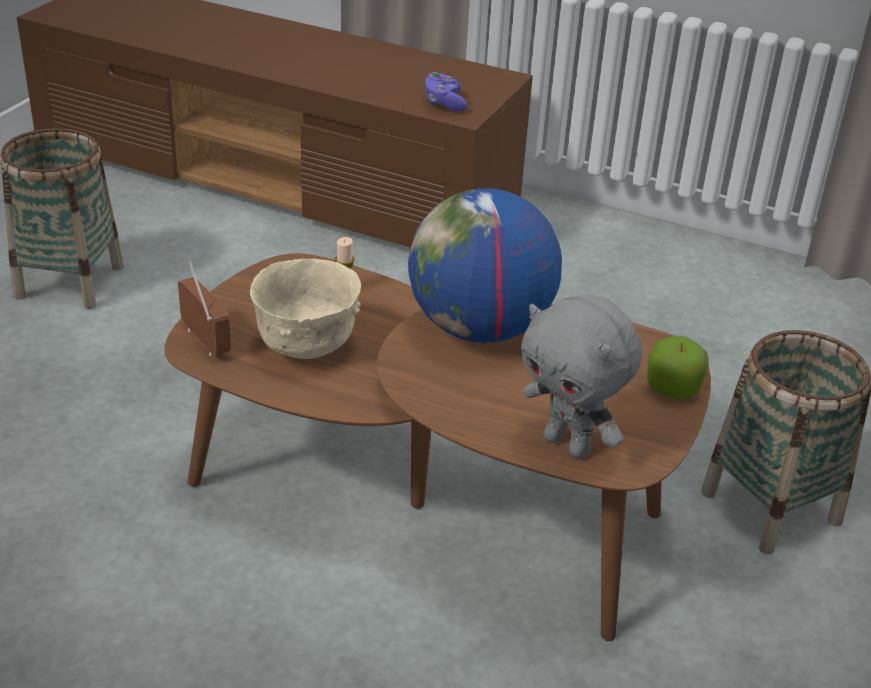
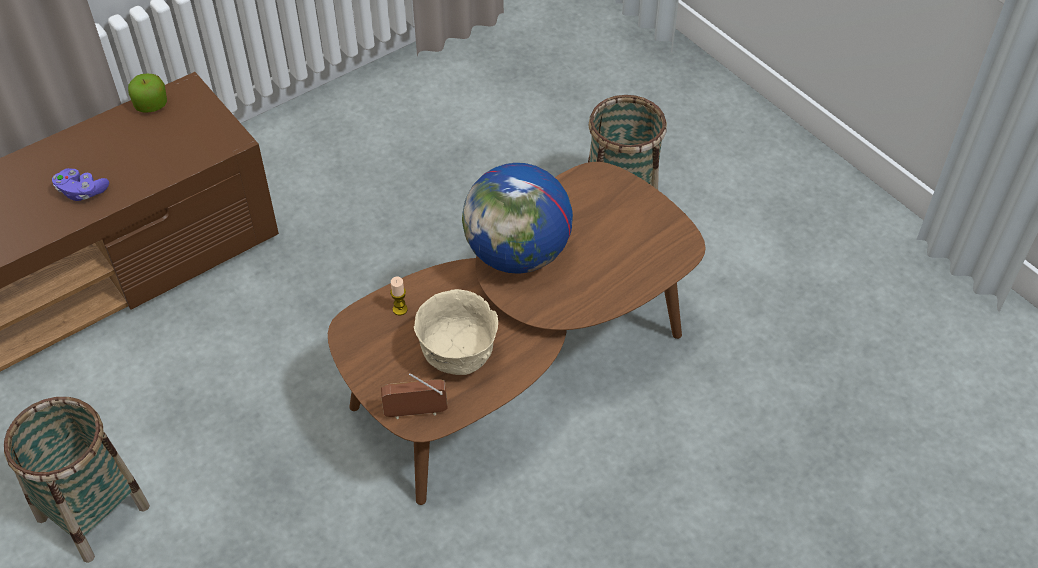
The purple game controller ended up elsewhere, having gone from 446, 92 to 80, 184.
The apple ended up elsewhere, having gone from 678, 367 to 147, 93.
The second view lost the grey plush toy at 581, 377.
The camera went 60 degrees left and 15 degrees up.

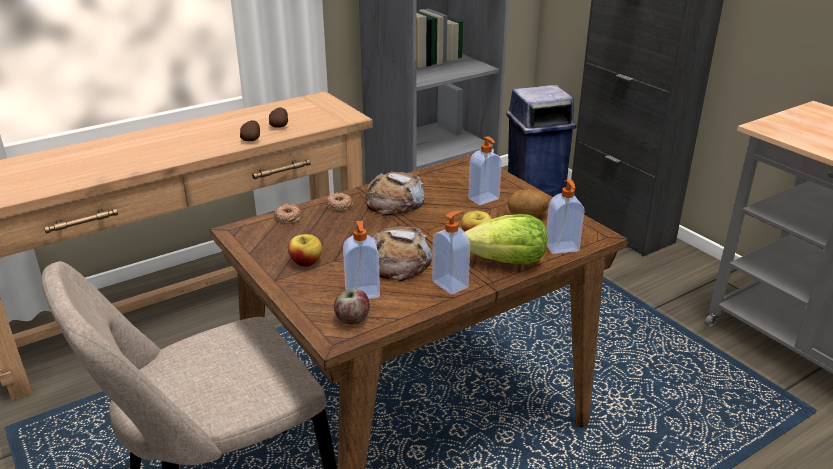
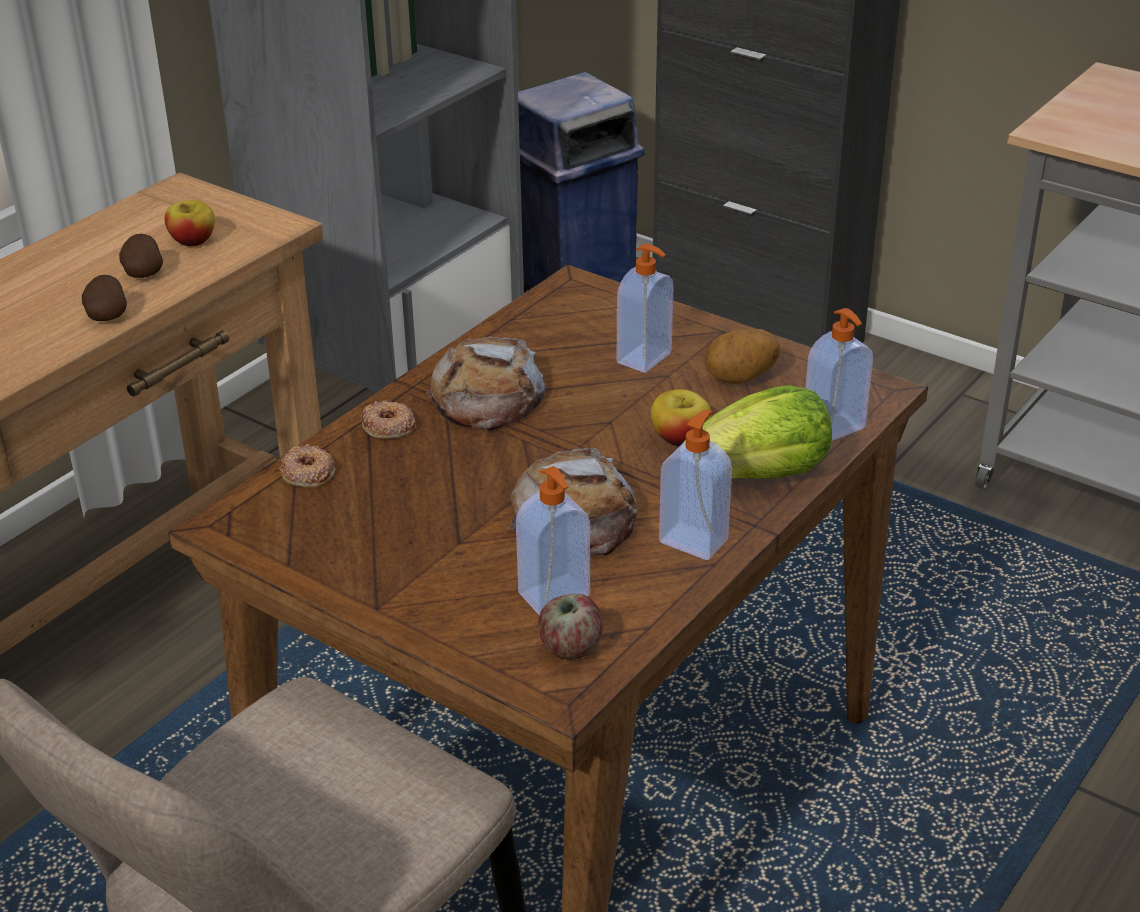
The apple ended up elsewhere, having gone from 305, 250 to 189, 223.
The camera went 20 degrees left and 5 degrees up.

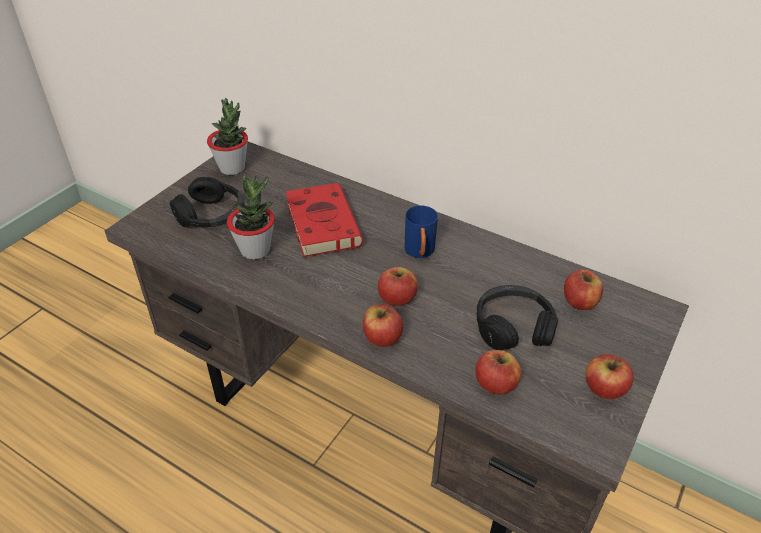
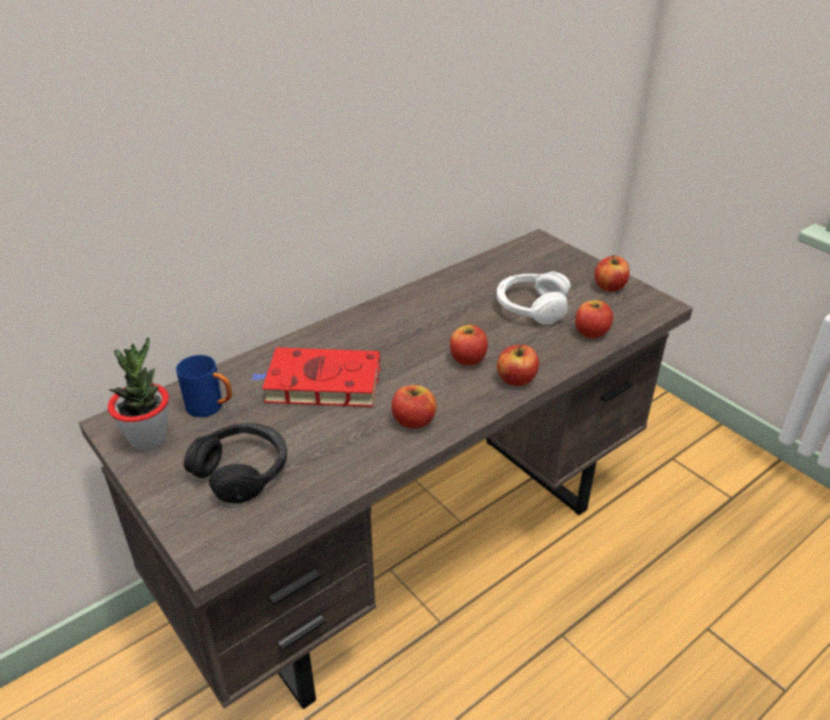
The blue mug ended up elsewhere, having gone from 421, 232 to 204, 386.
The apple ended up elsewhere, having gone from 583, 289 to 413, 407.
What was the black headphones at 517, 317 turned into the white headphones at 534, 297.
The second view lost the potted plant at 251, 217.
The camera went 70 degrees left and 5 degrees down.

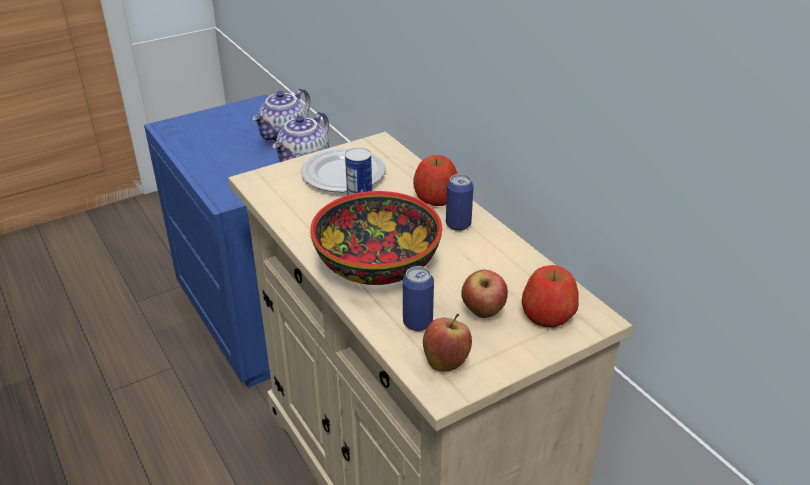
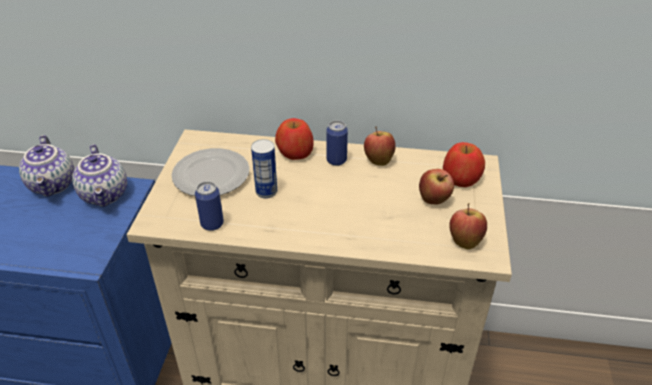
The can ended up elsewhere, having gone from 418, 298 to 209, 206.
The second view gained the apple at 380, 146.
The second view lost the bowl at 376, 238.
The camera went 50 degrees left and 5 degrees up.

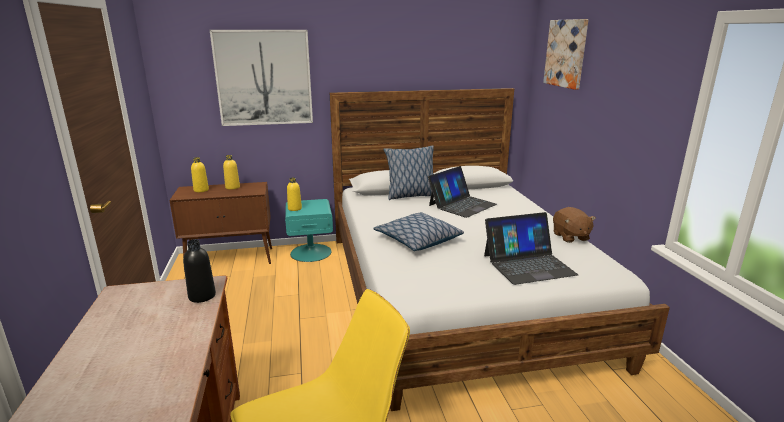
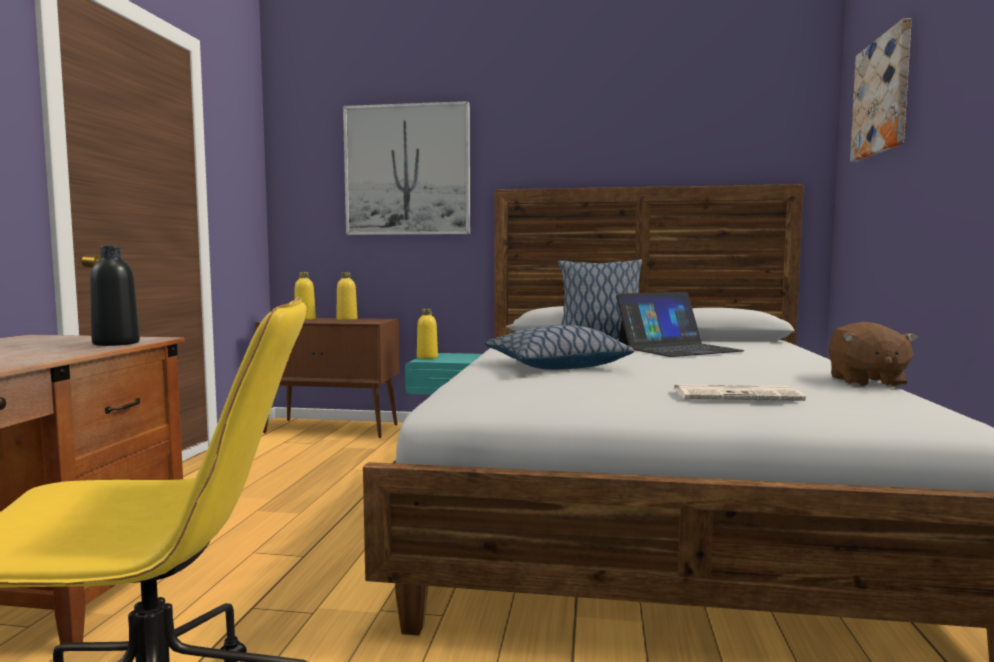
Where the laptop stood at 531, 248, the newspaper came to stand at 740, 392.
The camera went 20 degrees right and 15 degrees down.

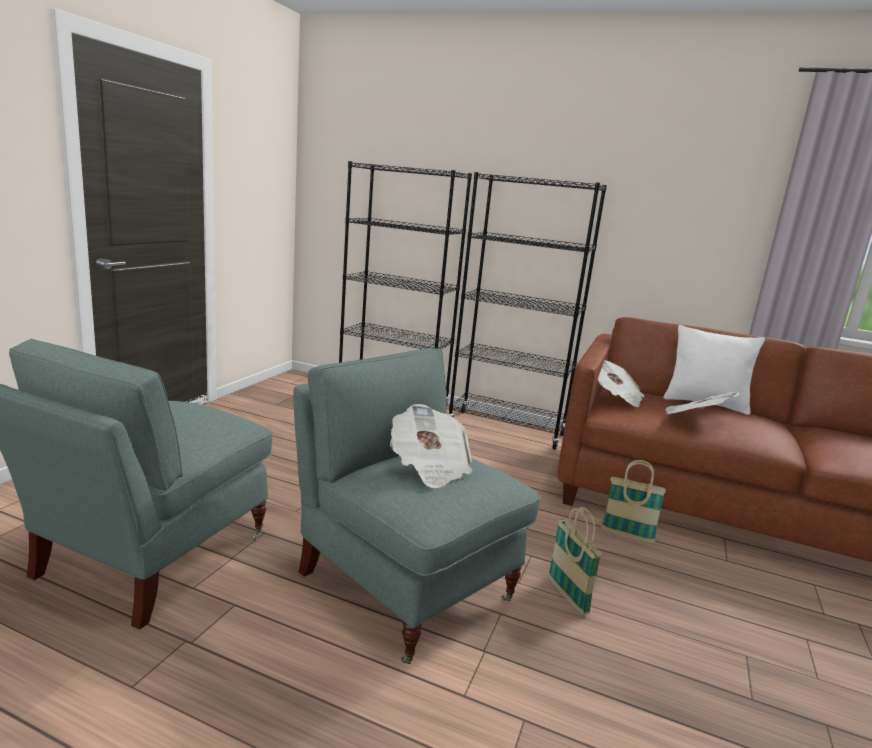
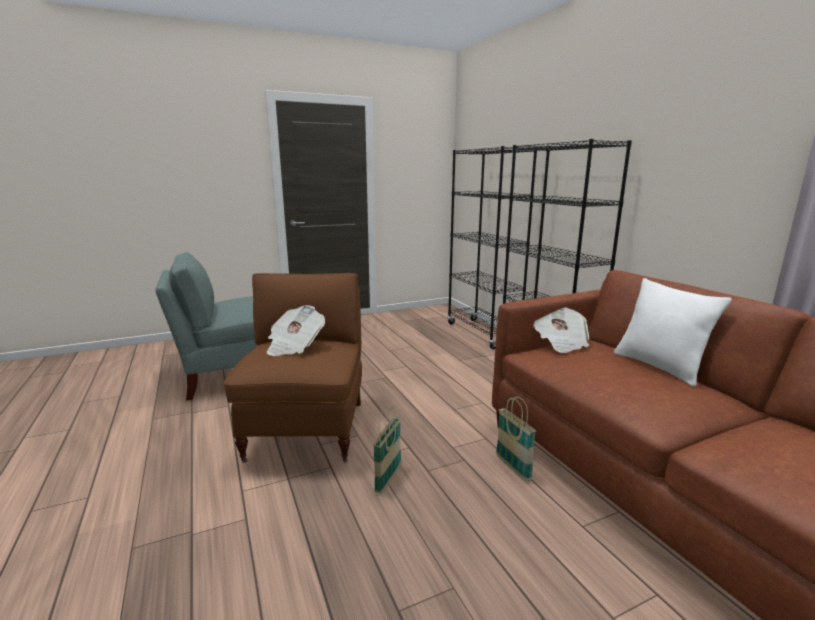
What was the grey armchair at 417, 506 turned into the brown armchair at 293, 368.
The second view lost the newspaper at 702, 403.
The camera went 45 degrees right and 0 degrees up.

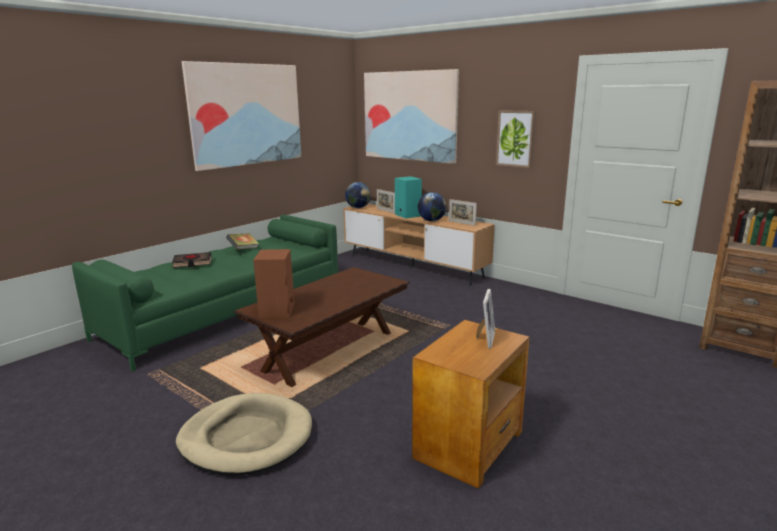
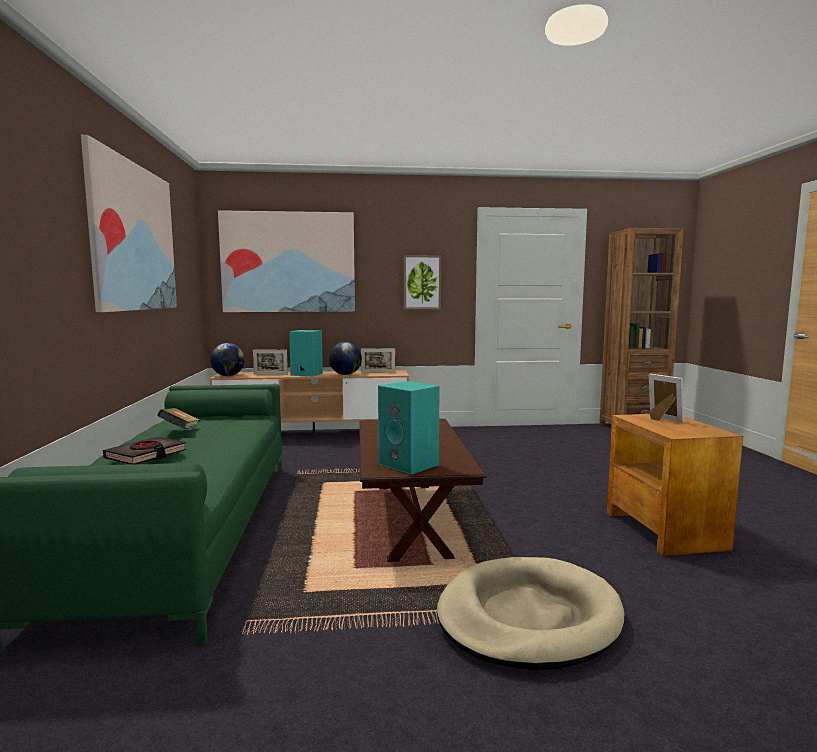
What was the brown speaker at 273, 283 turned into the turquoise speaker at 409, 428.
The camera went 45 degrees left and 10 degrees down.

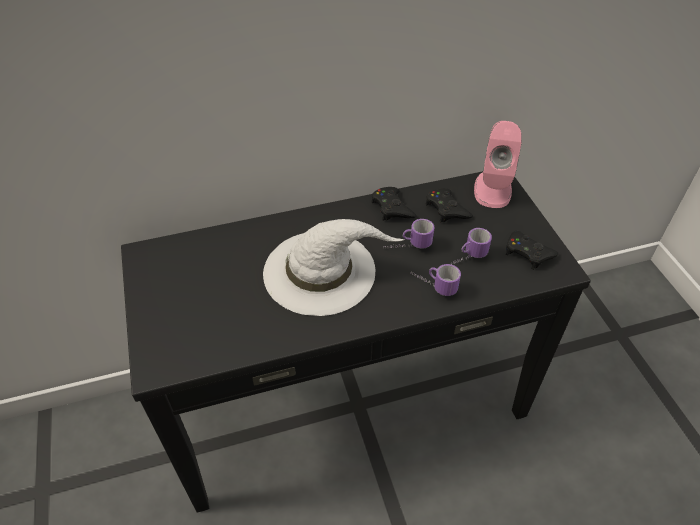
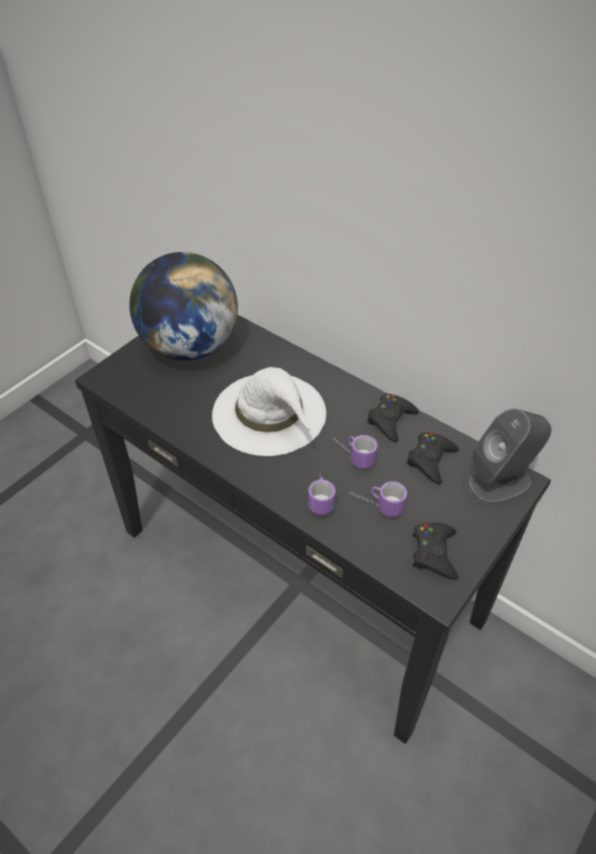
The second view gained the globe at 183, 306.
What was the pink speaker at 498, 164 turned into the grey speaker at 508, 457.
The camera went 55 degrees right and 0 degrees up.

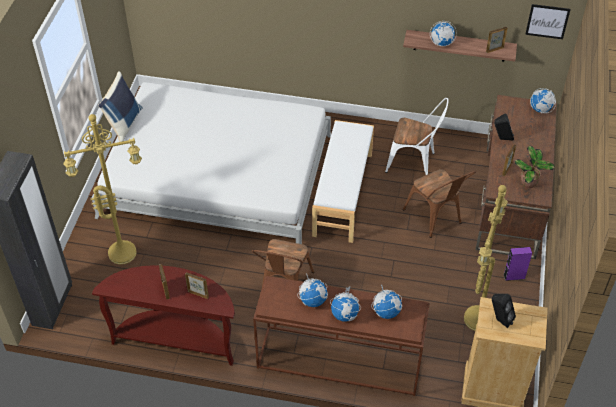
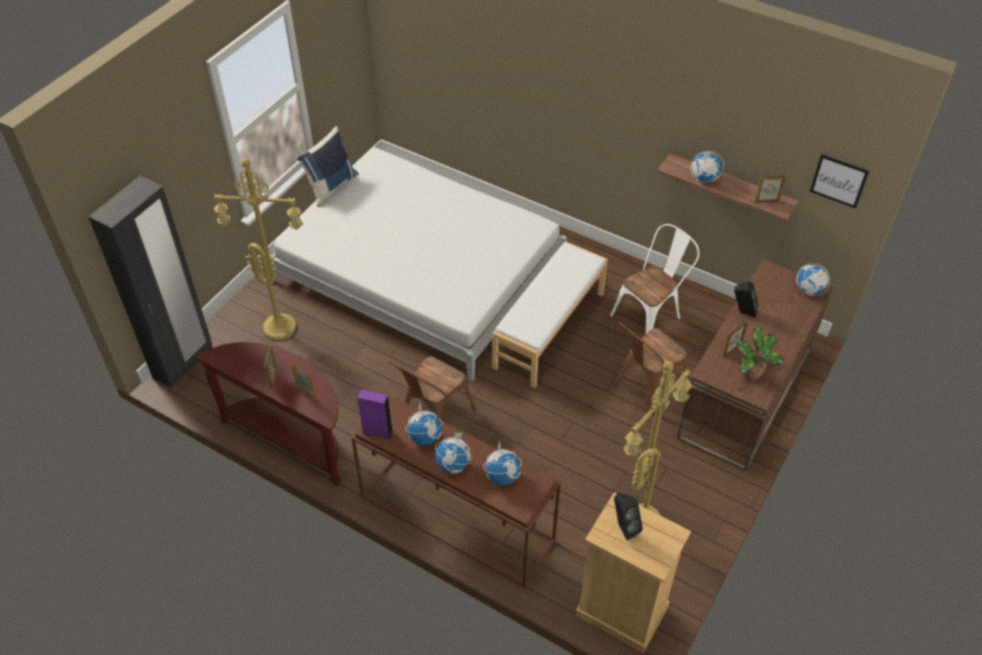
The purple speaker ended up elsewhere, having gone from 517, 264 to 375, 414.
The white chair at 417, 136 ended up facing another way, 75 degrees counterclockwise from before.
The brown chair at 439, 203 ended up facing another way, 60 degrees clockwise from before.
The camera went 20 degrees right and 0 degrees up.

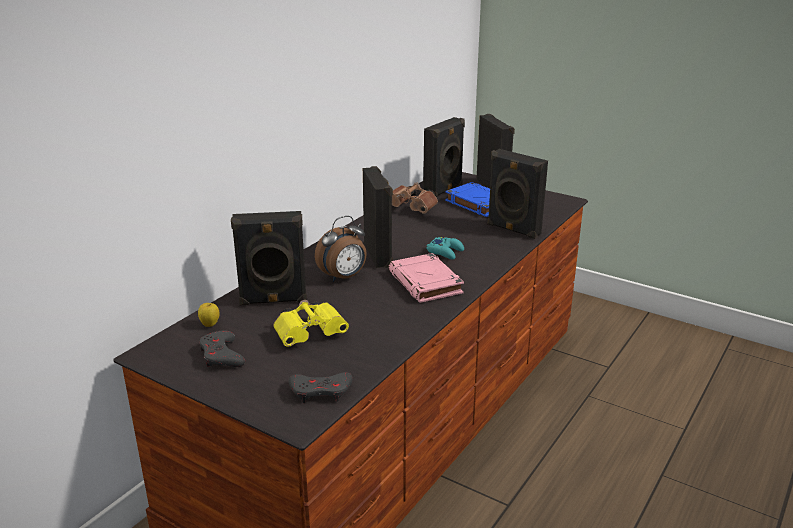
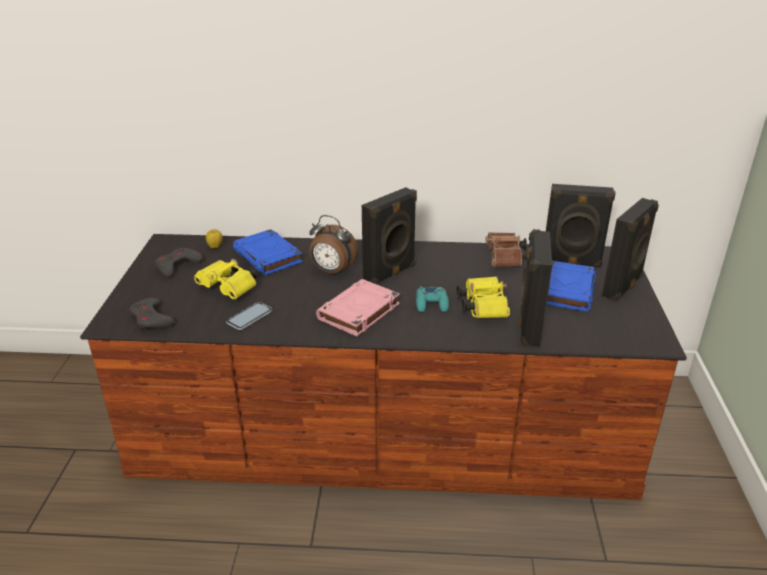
The second view gained the phone at 249, 316.
Where the black speaker stood at 269, 258, the blue book came to stand at 267, 252.
The second view gained the yellow binoculars at 483, 297.
The camera went 60 degrees right and 5 degrees up.

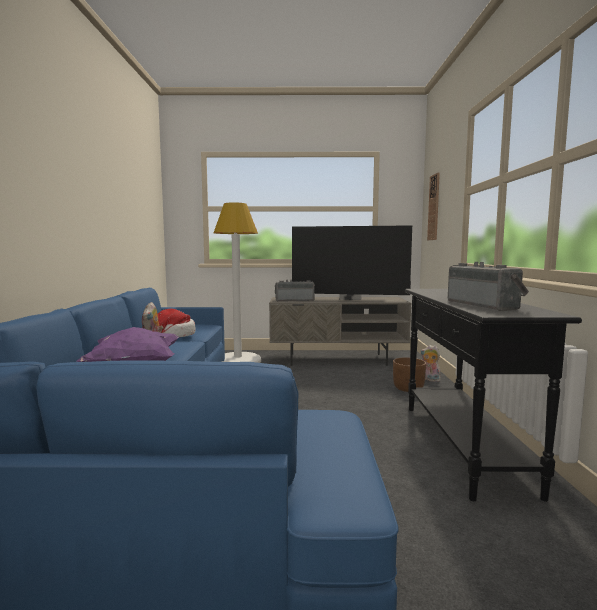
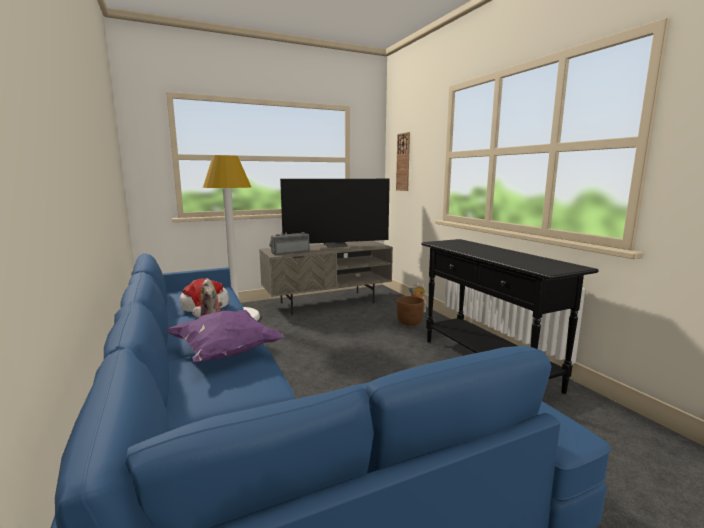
The second view lost the radio at 488, 286.
The camera went 25 degrees left and 5 degrees up.

